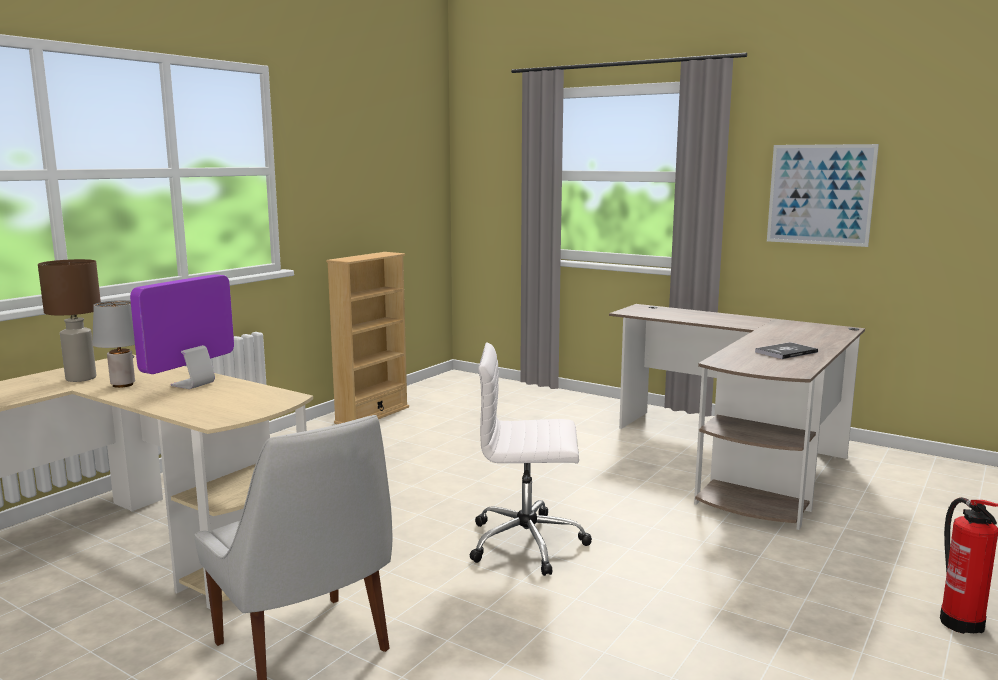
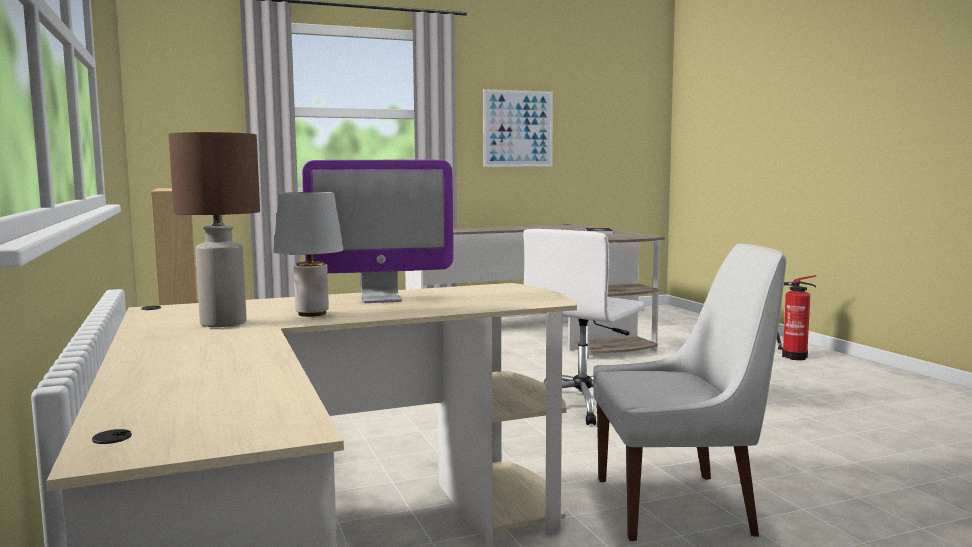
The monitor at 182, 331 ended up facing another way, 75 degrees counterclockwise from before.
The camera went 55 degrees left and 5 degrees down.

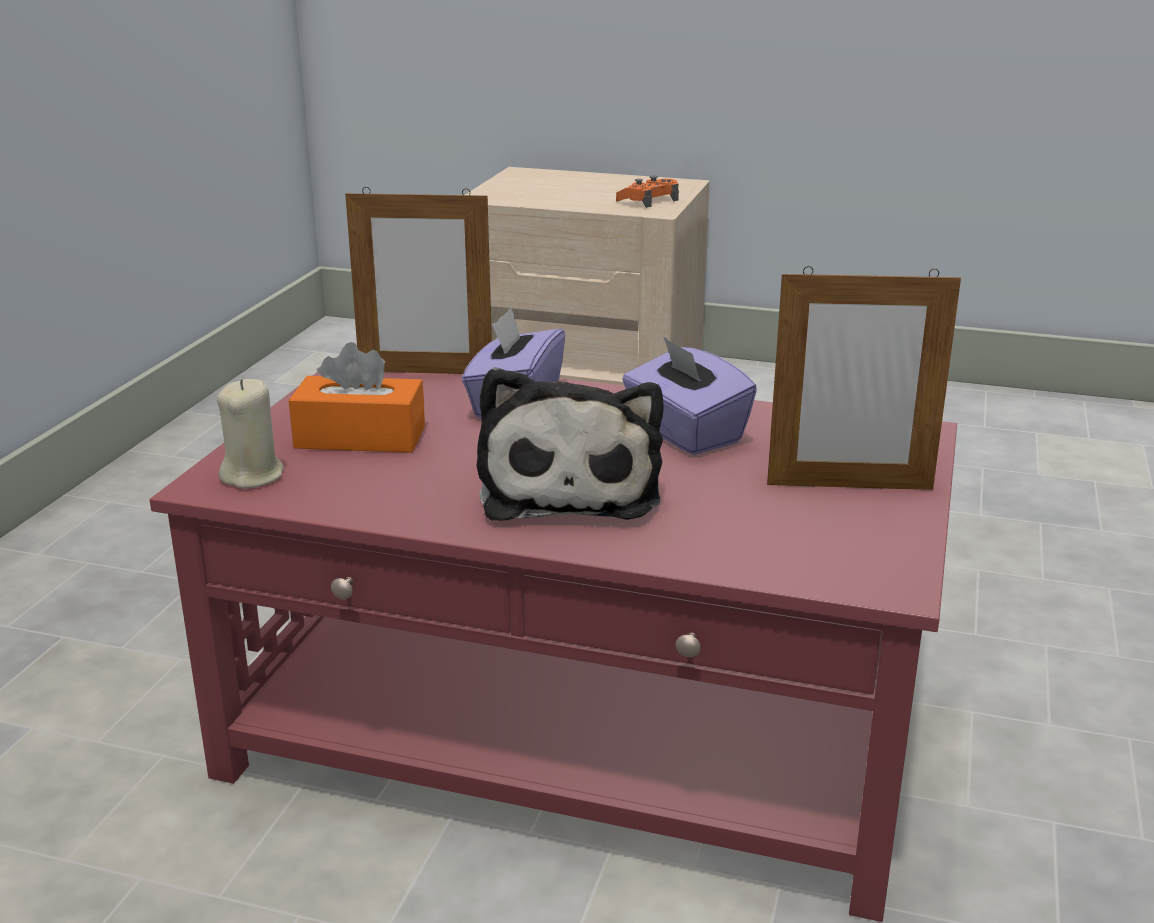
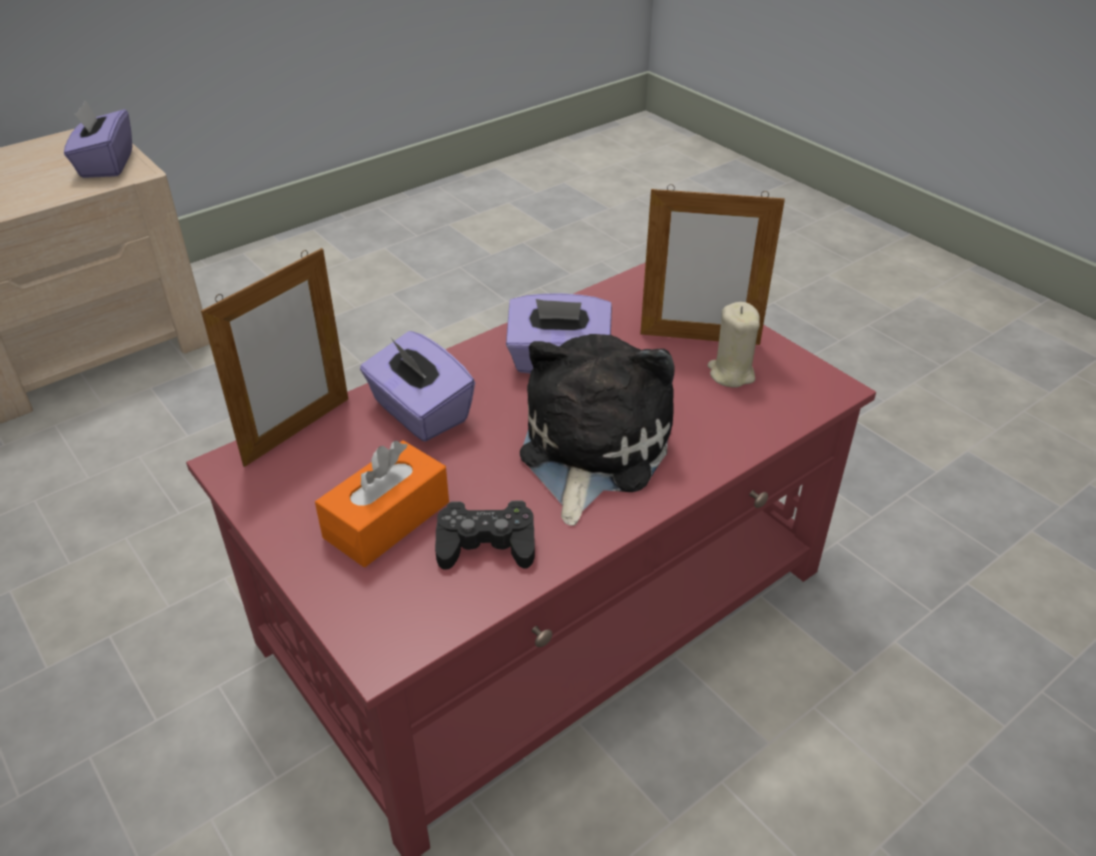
Where the orange game controller stood at 647, 192, the purple tissue box came to stand at 98, 139.
The second view gained the black game controller at 485, 535.
The plush toy at 570, 444 ended up facing another way, 105 degrees counterclockwise from before.
The picture frame at 864, 378 ended up facing another way, 60 degrees clockwise from before.
The beige candle ended up elsewhere, having gone from 250, 434 to 733, 345.
The camera went 55 degrees left and 15 degrees up.

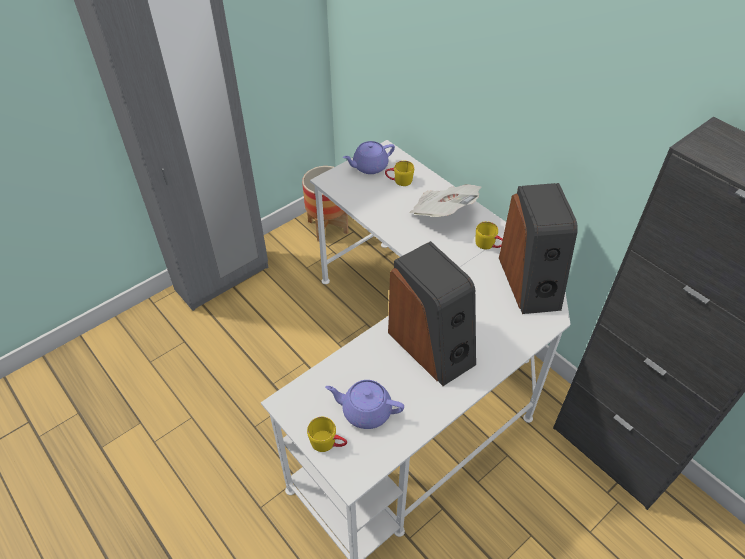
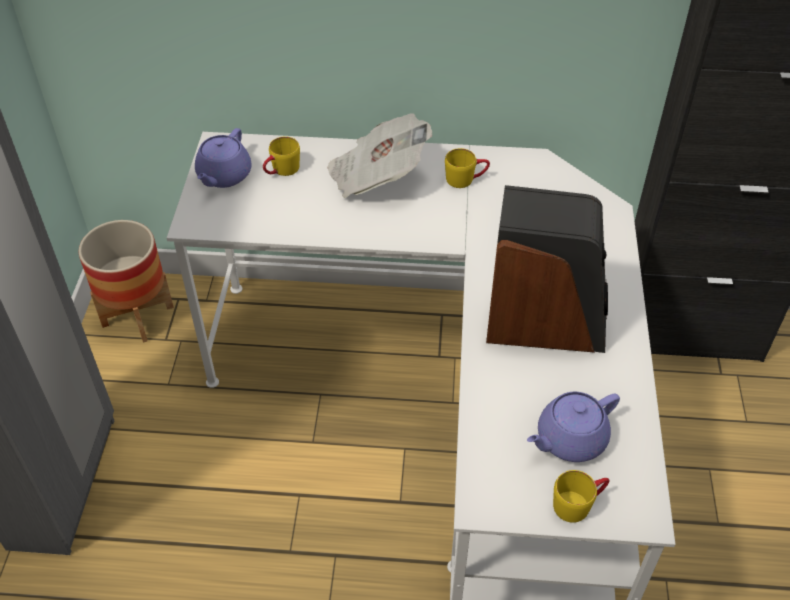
The second view lost the speaker at 538, 248.
The camera went 45 degrees left and 0 degrees up.

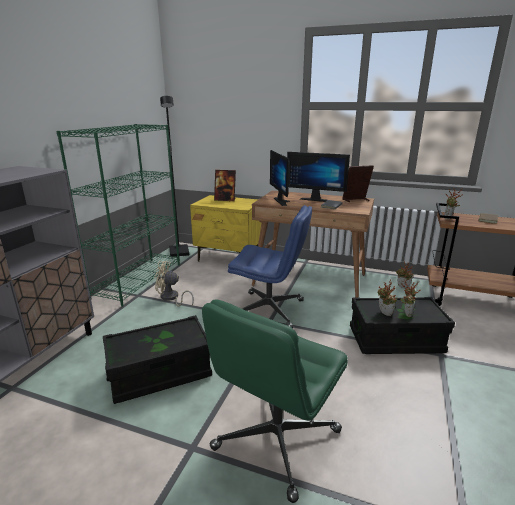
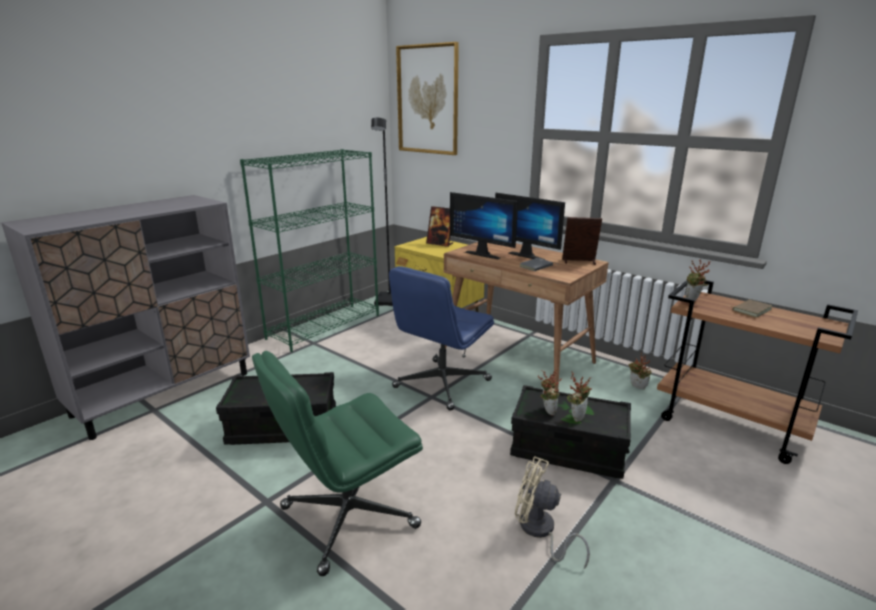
The blue office chair at 270, 266 ended up facing another way, 90 degrees clockwise from before.
The second view gained the picture at 427, 98.
The monitor at 280, 178 ended up facing another way, 60 degrees counterclockwise from before.
The beige fan ended up elsewhere, having gone from 174, 284 to 552, 512.
The camera went 20 degrees right and 0 degrees up.

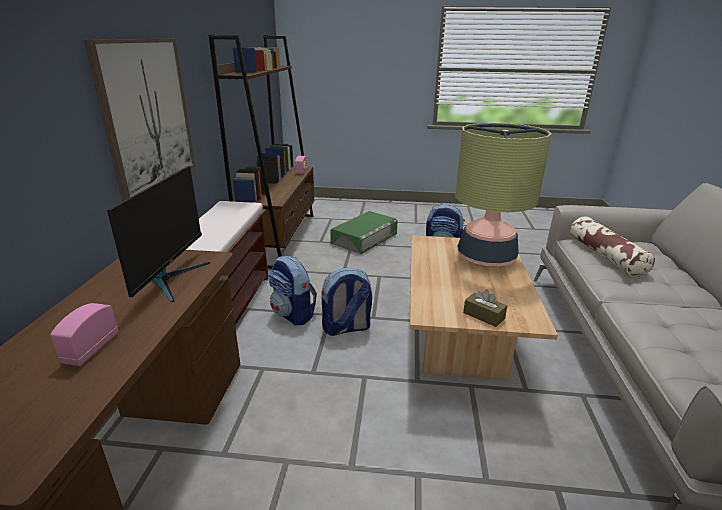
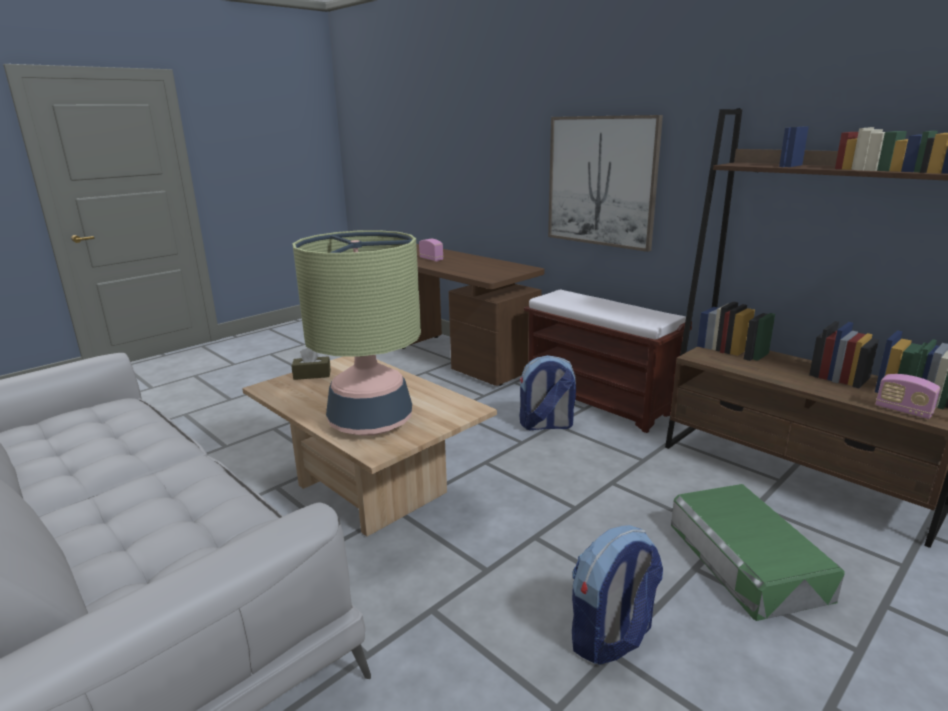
The second view lost the monitor at 159, 234.
The second view lost the backpack at 346, 302.
The second view lost the pillow at 612, 247.
The camera went 130 degrees right and 5 degrees down.

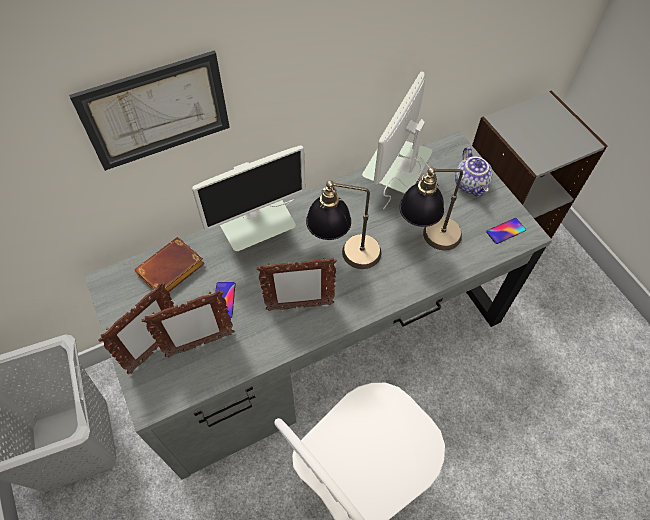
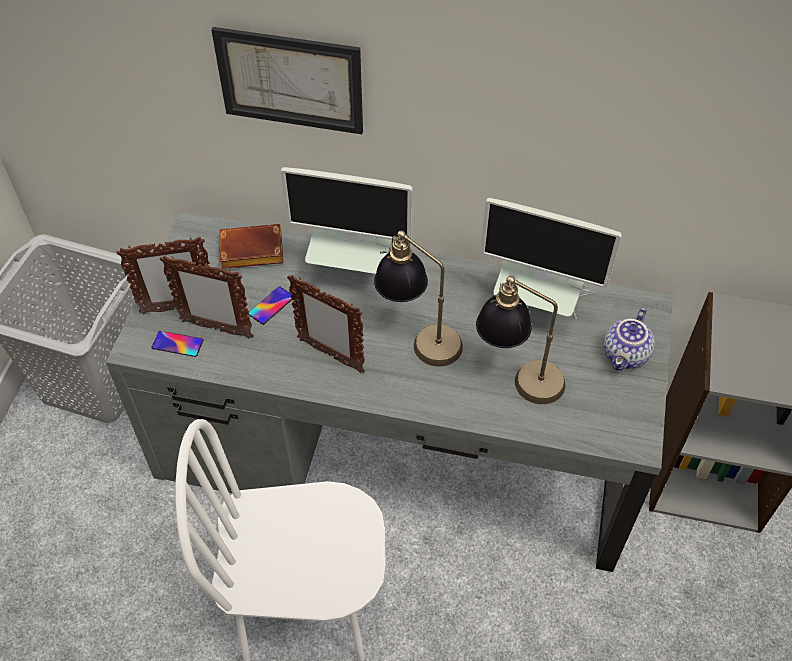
The phone ended up elsewhere, having gone from 506, 231 to 177, 344.
The monitor at 397, 141 ended up facing another way, 135 degrees counterclockwise from before.
The camera went 40 degrees right and 5 degrees down.

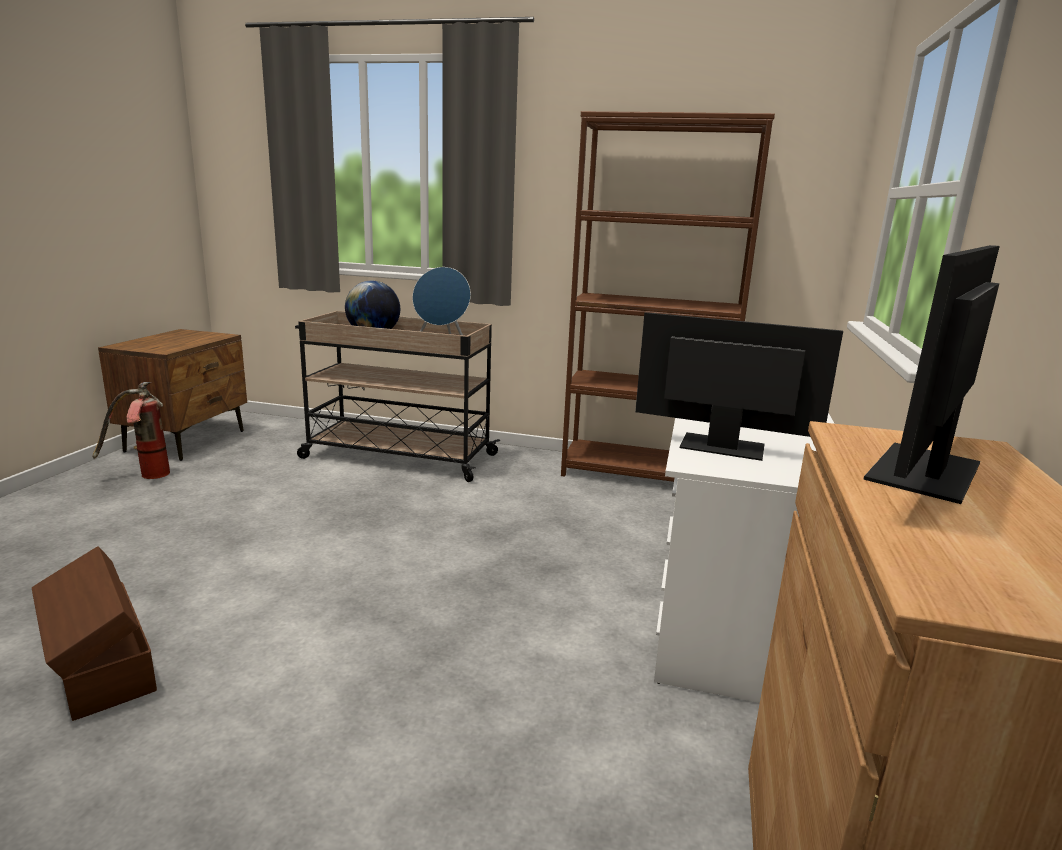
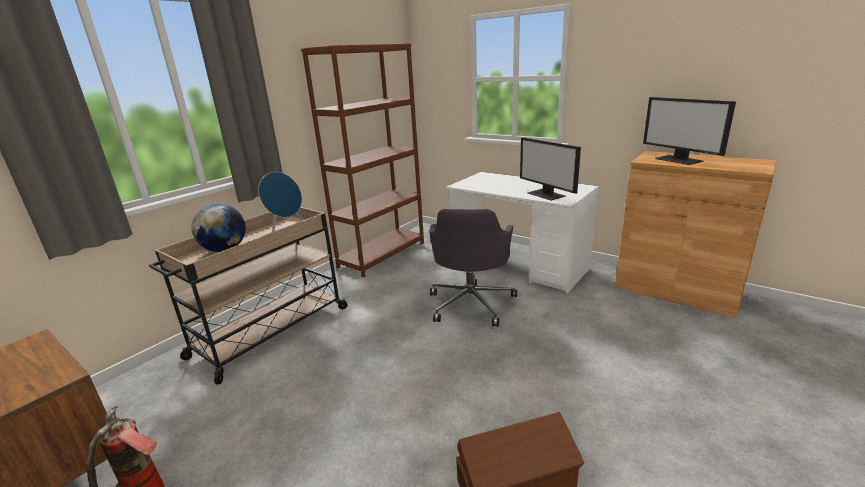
The second view gained the grey office chair at 473, 268.
The monitor at 739, 386 ended up facing another way, 75 degrees counterclockwise from before.
The camera went 65 degrees left and 5 degrees up.

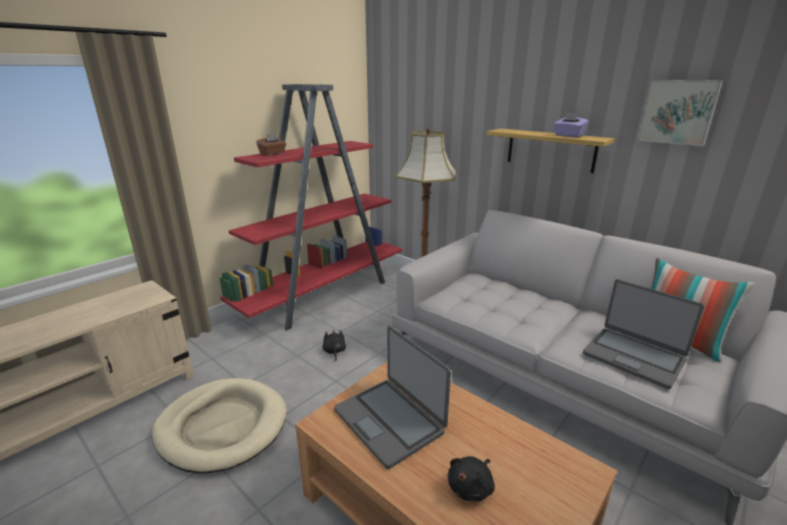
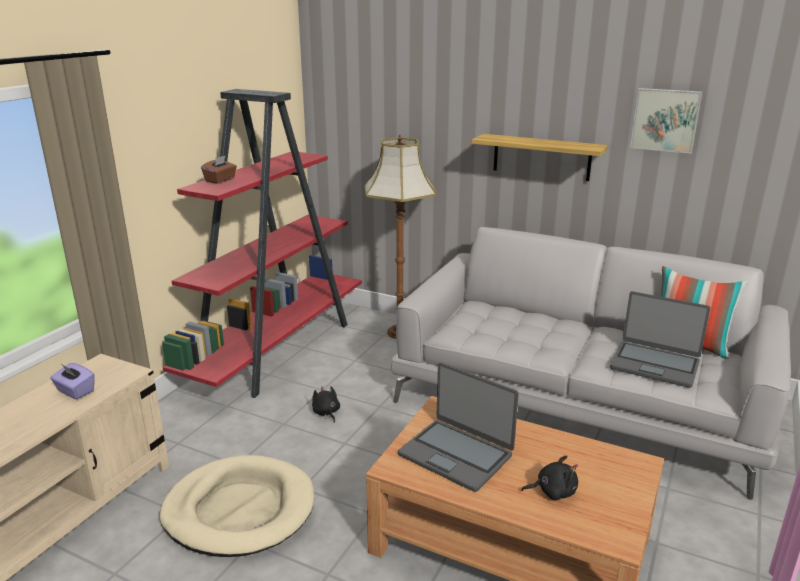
The purple tissue box ended up elsewhere, having gone from 571, 124 to 72, 381.
The black plush toy at 471, 478 ended up facing another way, 120 degrees counterclockwise from before.
The camera went 15 degrees left and 0 degrees up.

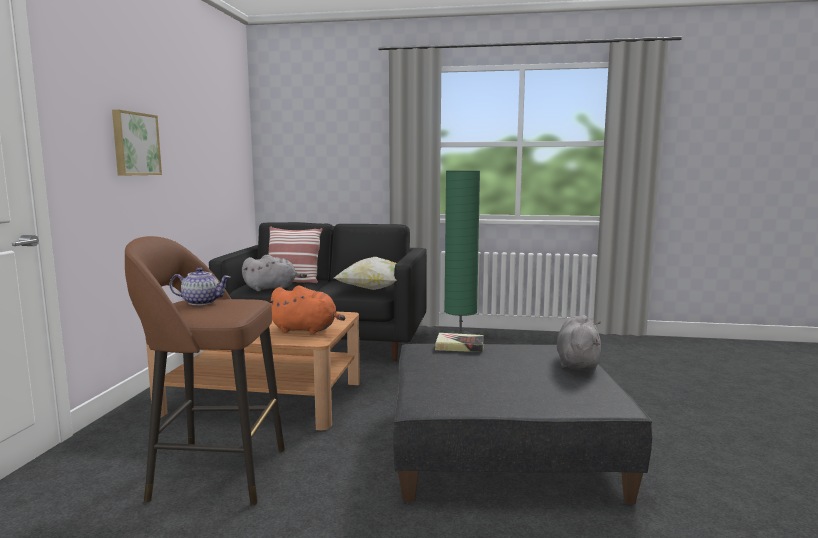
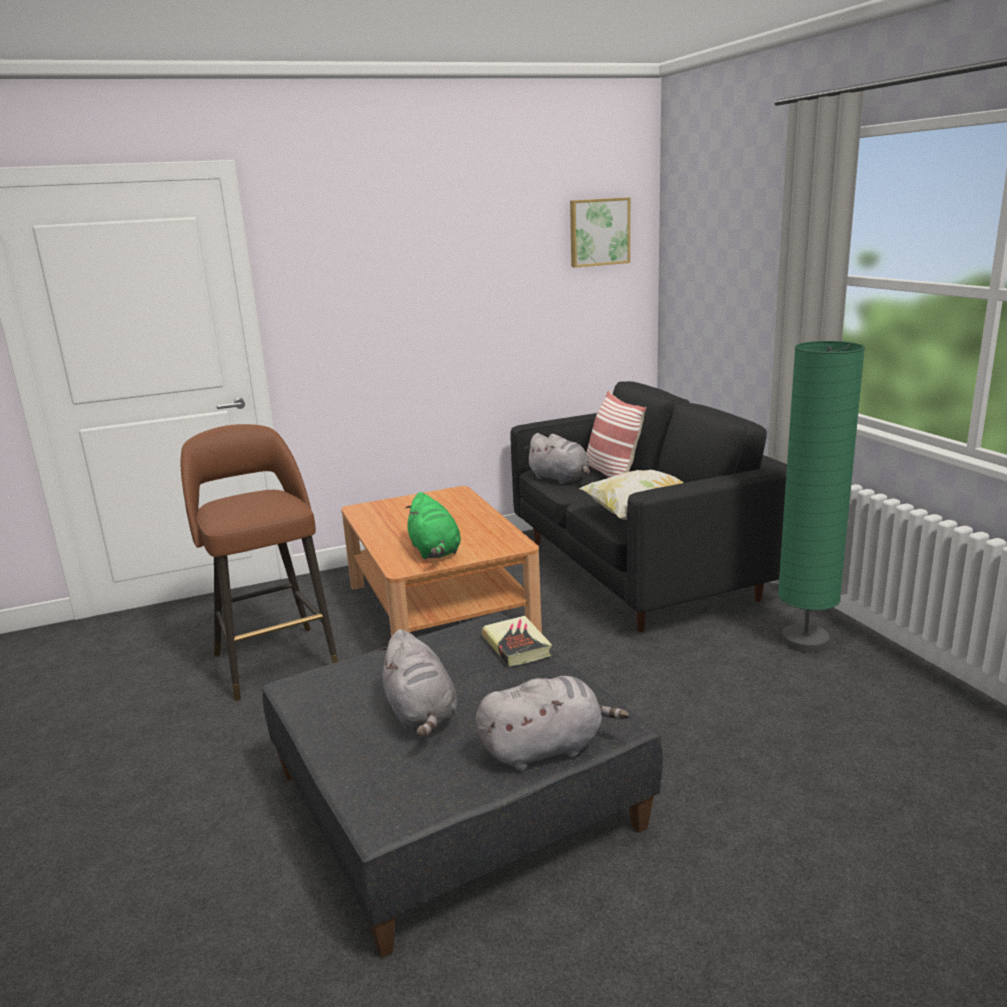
The second view gained the grey plush toy at 418, 683.
What was the orange plush toy at 307, 310 turned into the green plush toy at 433, 525.
The picture ended up elsewhere, having gone from 137, 142 to 600, 232.
The second view lost the teapot at 199, 286.
The camera went 60 degrees right and 10 degrees up.

